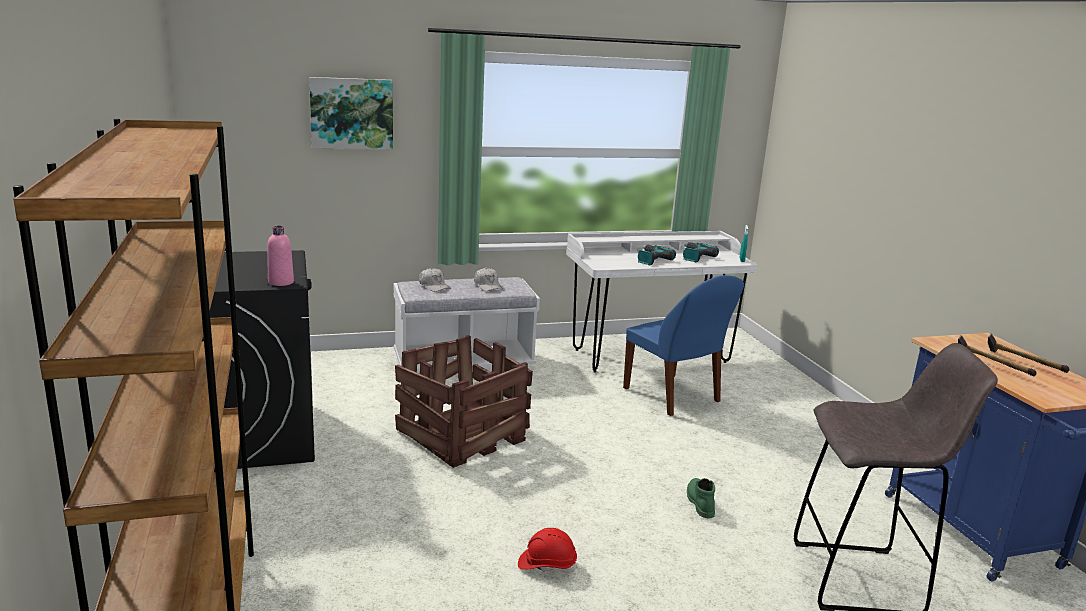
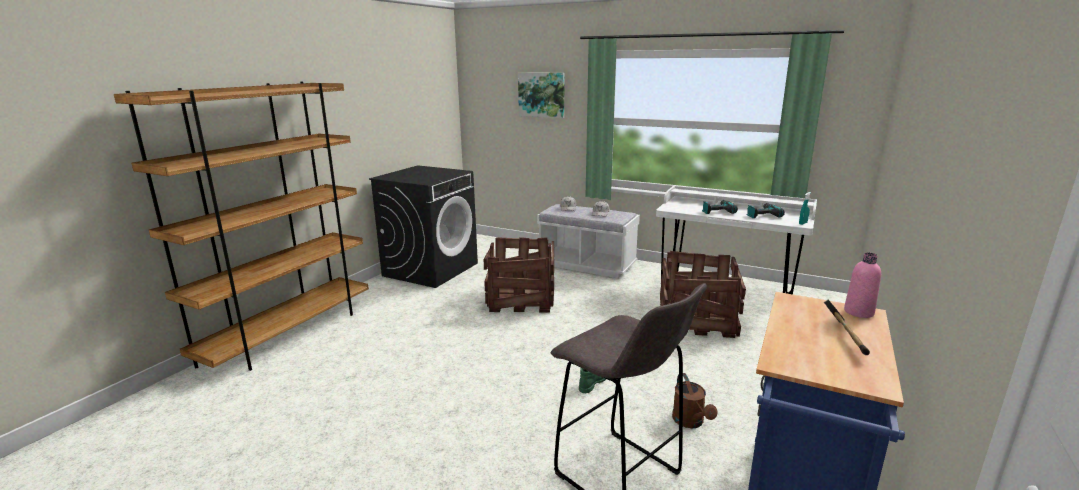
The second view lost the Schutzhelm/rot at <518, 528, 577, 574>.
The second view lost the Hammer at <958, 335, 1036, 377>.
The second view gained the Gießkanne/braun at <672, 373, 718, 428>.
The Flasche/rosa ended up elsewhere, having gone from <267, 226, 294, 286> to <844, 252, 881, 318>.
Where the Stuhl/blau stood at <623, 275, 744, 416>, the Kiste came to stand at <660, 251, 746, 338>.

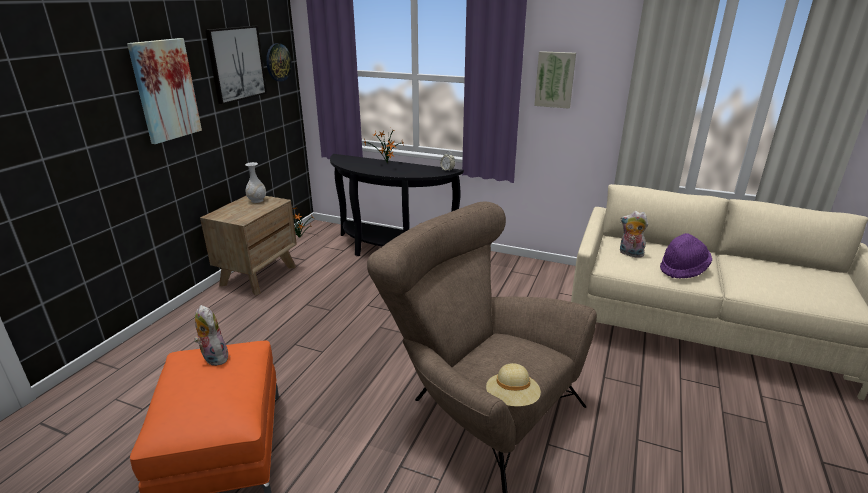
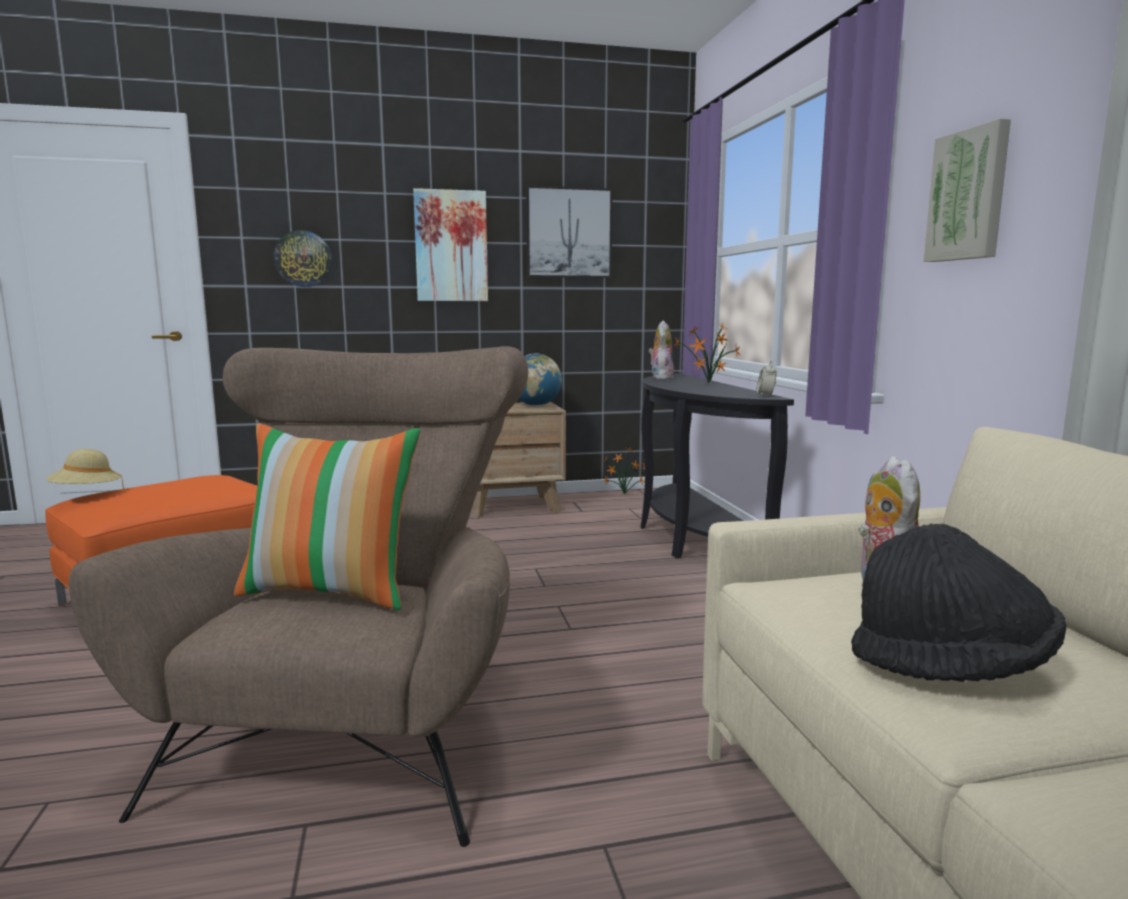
The second view gained the Kissen at <234, 423, 421, 610>.
The Plüschtier ended up elsewhere, having gone from <194, 305, 228, 366> to <649, 321, 674, 379>.
The Wanduhr ended up elsewhere, having gone from <266, 43, 292, 82> to <274, 230, 332, 287>.
The Hut/beige ended up elsewhere, having gone from <486, 363, 541, 406> to <46, 449, 124, 489>.
Where the Vase/weiß stood at <245, 162, 266, 203>, the Globus came to stand at <519, 354, 562, 406>.
What was the Hut/lila at <660, 233, 712, 278> turned into the Hut/schwarz at <851, 523, 1066, 682>.

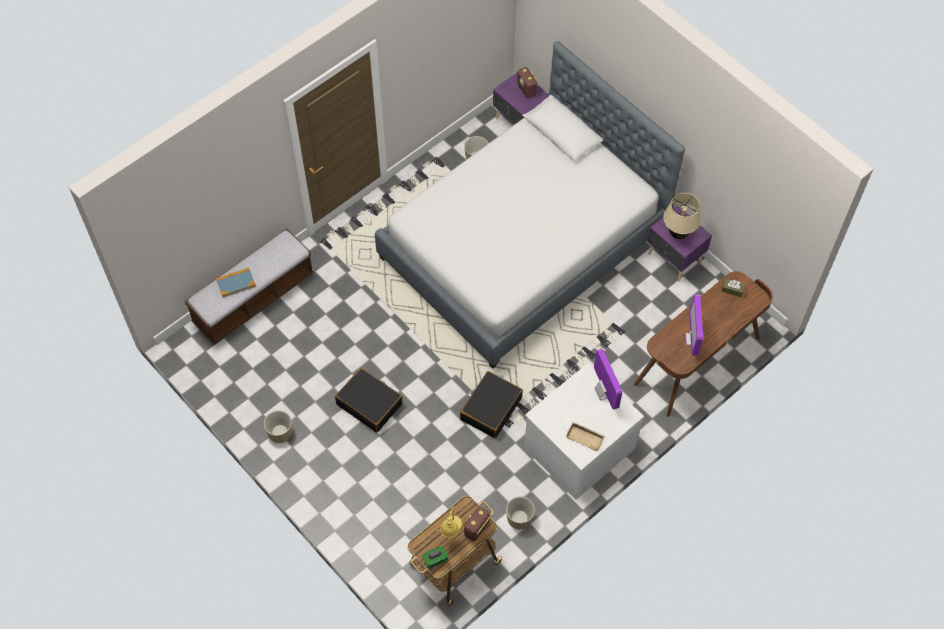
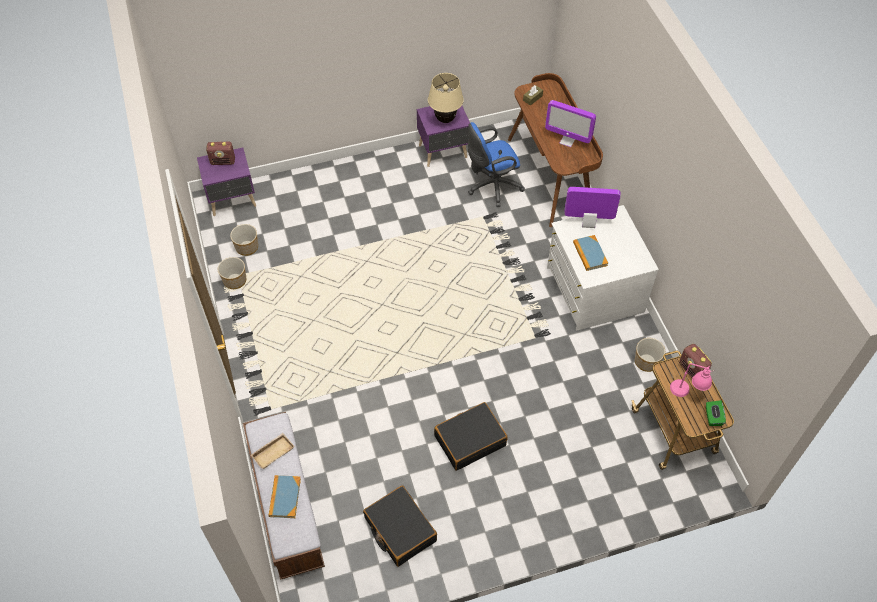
The second view lost the Bett at <375, 41, 685, 369>.
The second view gained the Bürostuhl/blau at <468, 122, 525, 207>.
The second view gained the Buch at <573, 235, 608, 271>.
The Pflanzkübel ended up elsewhere, having gone from <264, 410, 292, 443> to <218, 257, 246, 289>.
The Koffer/schwarz ended up elsewhere, having gone from <460, 371, 523, 438> to <363, 485, 437, 567>.
The Tablett/beige ended up elsewhere, having gone from <566, 422, 605, 451> to <251, 433, 294, 469>.
What was the Tischlampe/gelb at <440, 507, 463, 538> turned into the Tischlampe/rosa at <670, 363, 714, 397>.

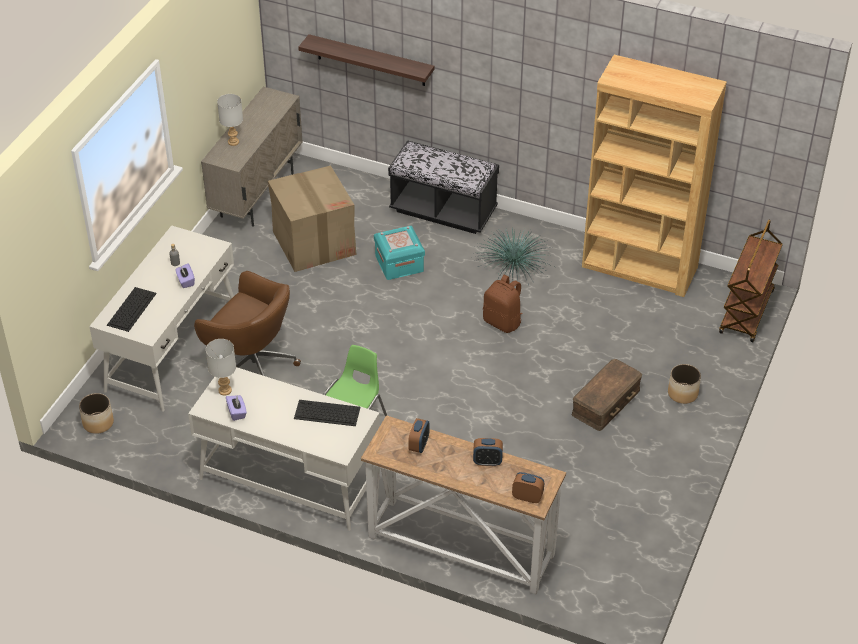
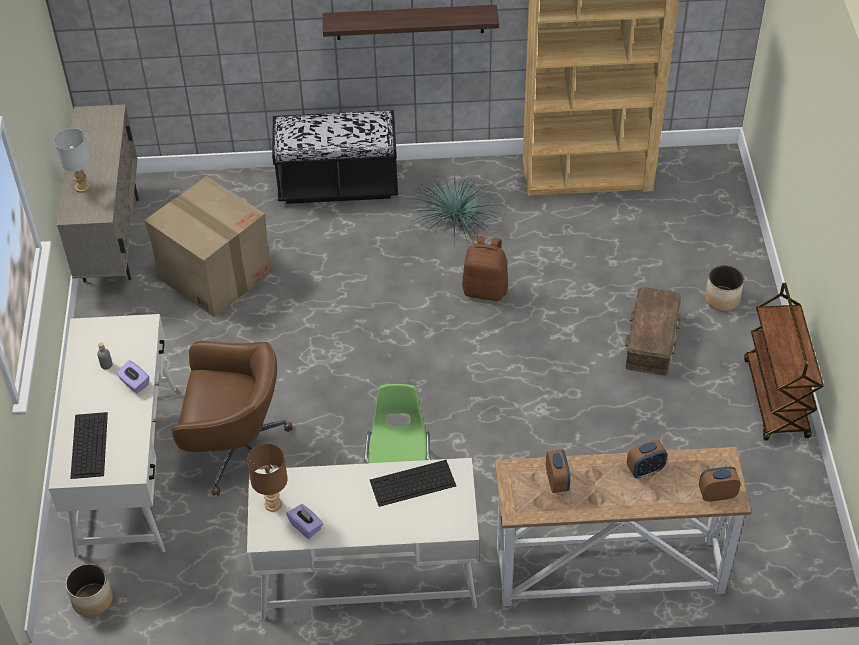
The second view lost the Aufbewahrungsbox/türkis at <374, 226, 425, 280>.
The Wandregal ended up elsewhere, having gone from <298, 34, 434, 86> to <323, 5, 499, 40>.
The Rollwagen/braun ended up elsewhere, having gone from <719, 220, 783, 342> to <744, 283, 824, 441>.
What was the Tischlampe/grau at <206, 339, 236, 396> turned into the Tischlampe/braun at <247, 444, 288, 512>.

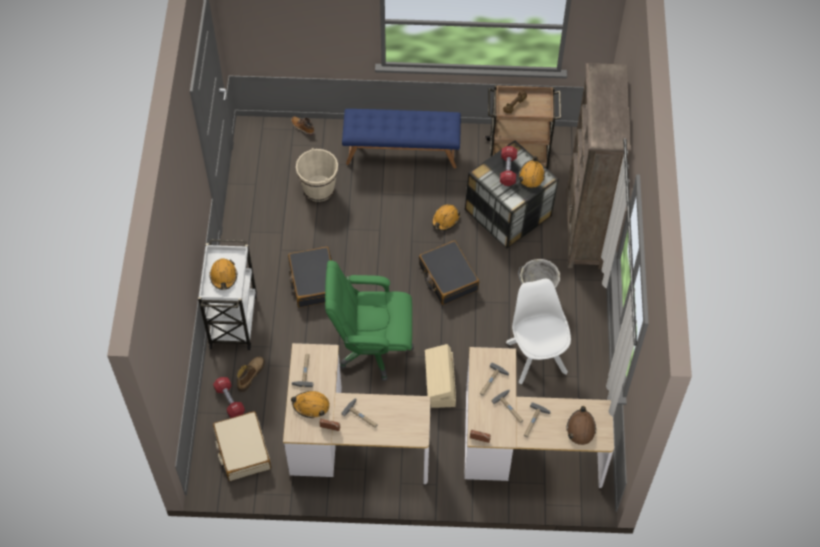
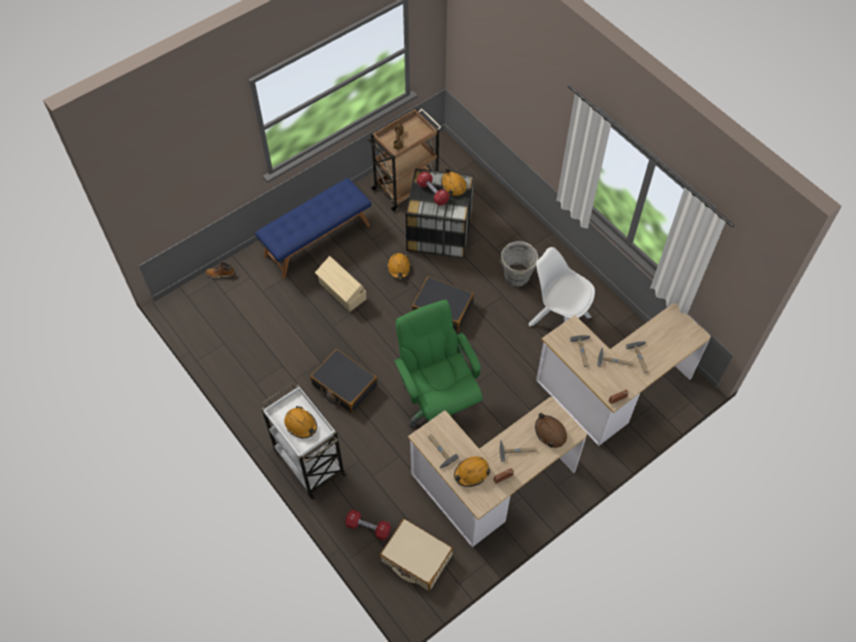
The second view lost the Stiefel at <236, 356, 265, 392>.
The second view lost the Eimer/beige at <296, 148, 338, 202>.
The second view lost the Bücherregal/braun at <566, 63, 631, 269>.
The Aufbewahrungsbox/beige ended up elsewhere, having gone from <425, 344, 456, 408> to <315, 256, 367, 312>.
The Schutzhelm/braun ended up elsewhere, having gone from <566, 406, 596, 445> to <535, 413, 567, 448>.
The Bürostuhl/grün at <325, 260, 414, 381> ended up facing another way, 105 degrees clockwise from before.

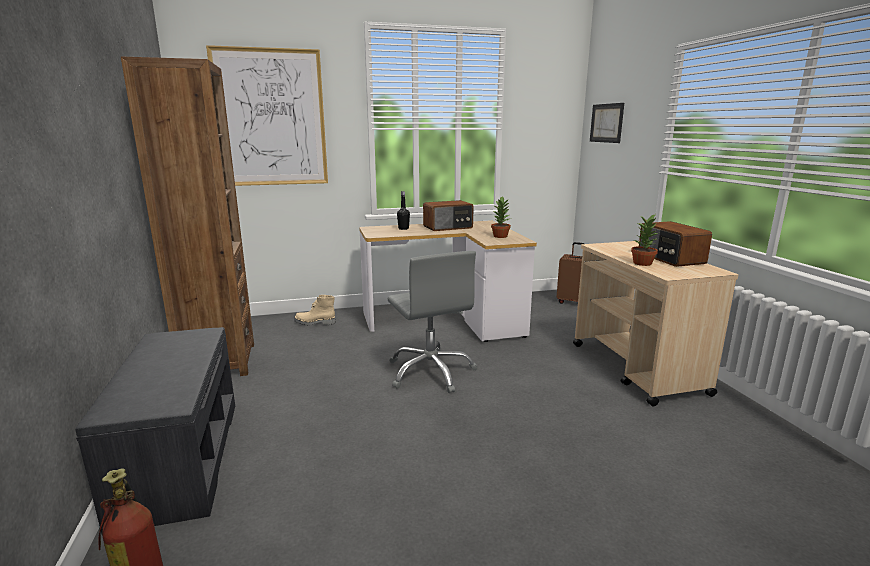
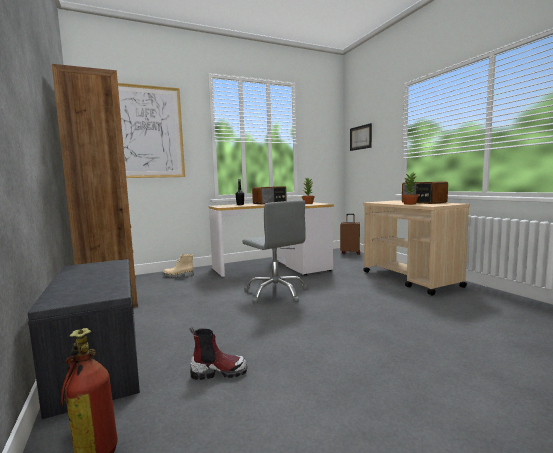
The second view gained the Stiefel at <190, 327, 247, 380>.

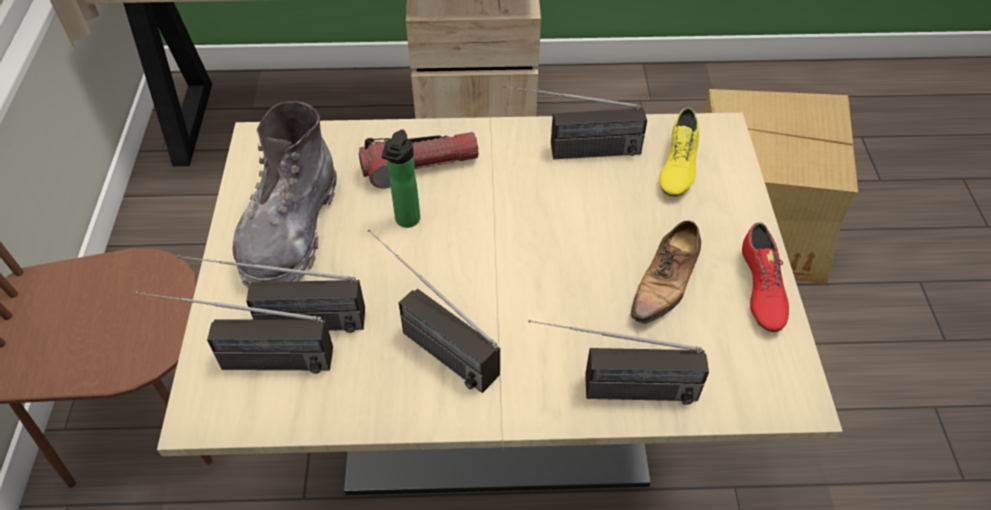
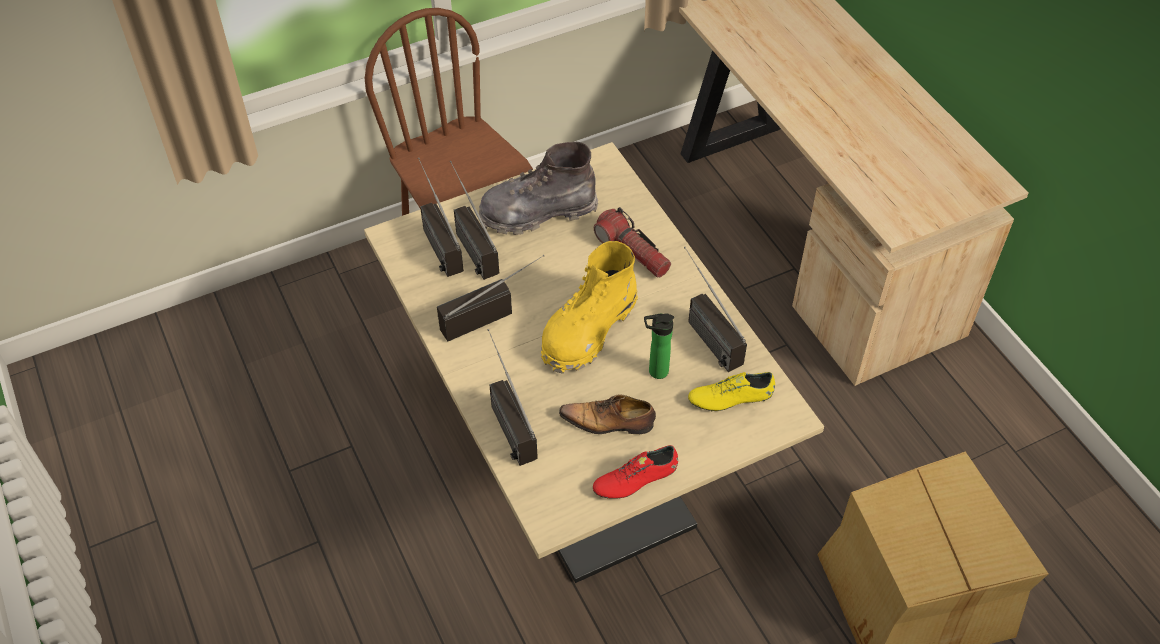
The second view gained the Stiefel/gelb at <541, 241, 638, 374>.
The Flasche ended up elsewhere, having gone from <382, 129, 420, 228> to <644, 313, 674, 379>.
The Radio at <367, 229, 500, 393> ended up facing another way, 45 degrees clockwise from before.

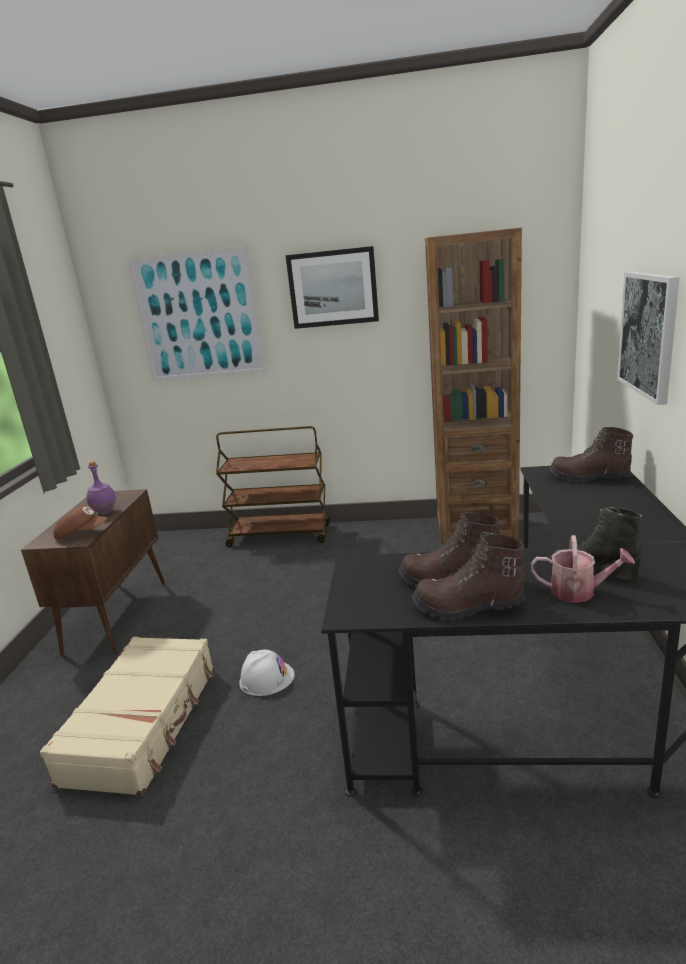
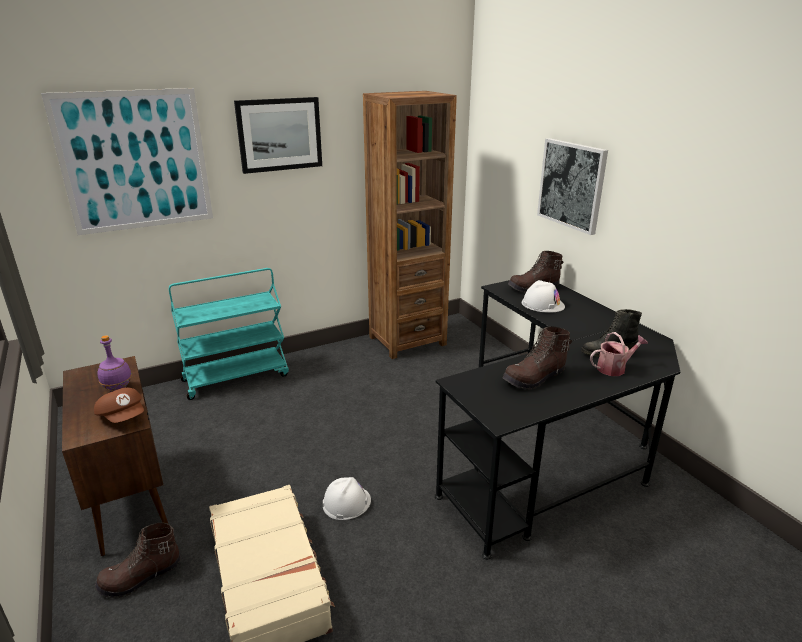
The second view gained the Schutzhelm/weiß at <521, 280, 565, 313>.
The Stiefel/braun ended up elsewhere, having gone from <412, 534, 525, 620> to <95, 523, 181, 598>.
What was the Rollwagen/braun at <216, 426, 330, 547> turned into the Rollwagen/türkis at <169, 268, 289, 400>.
The Kappe/braun at <53, 505, 108, 539> ended up facing another way, 75 degrees clockwise from before.

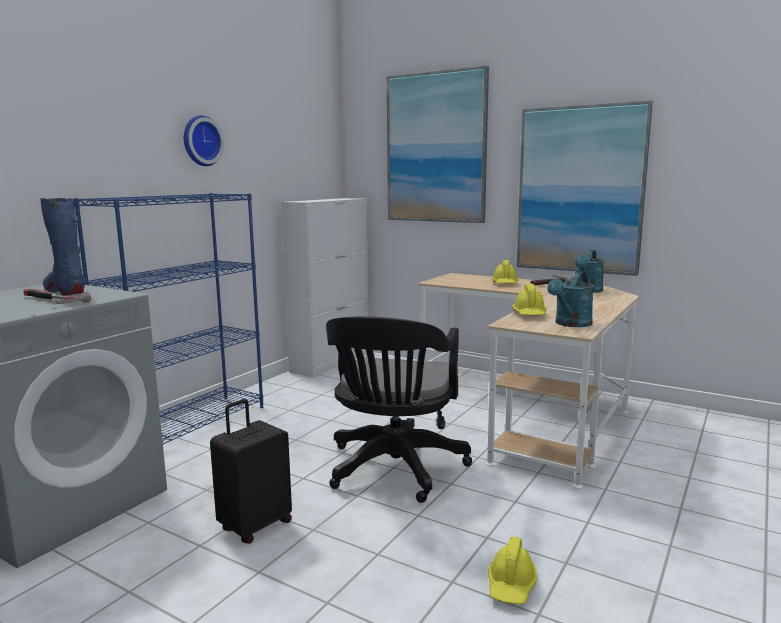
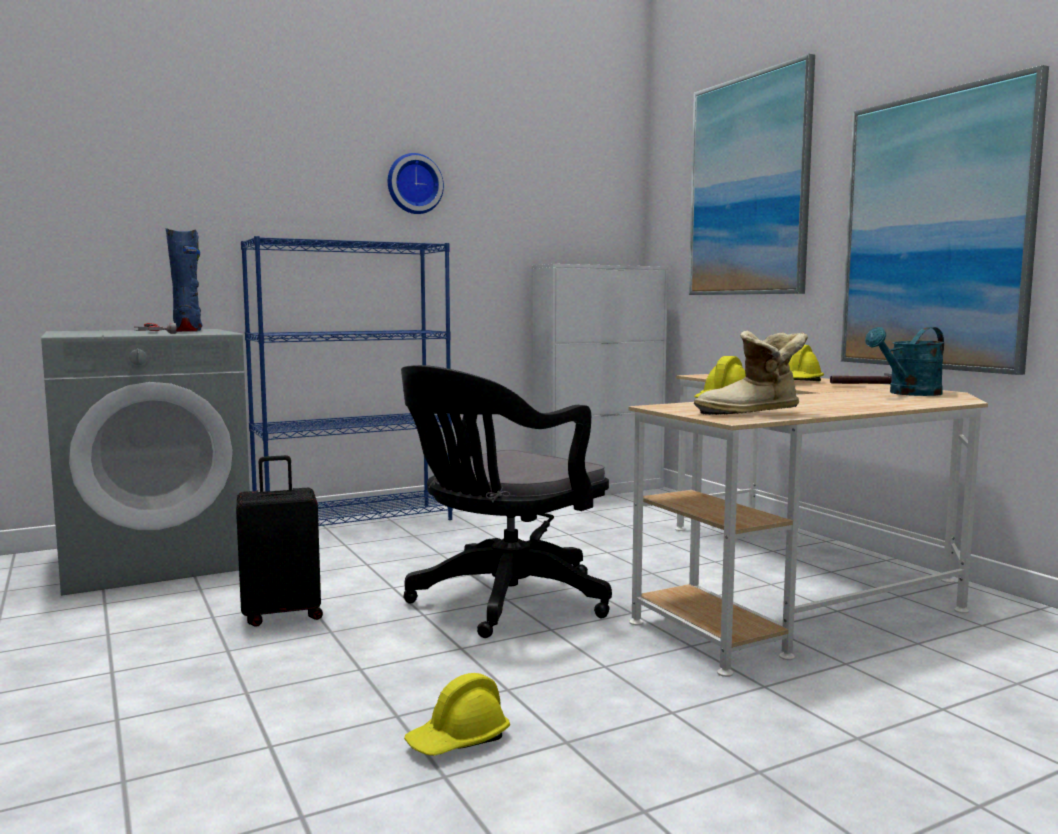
Where the Gießkanne/türkis stood at <547, 271, 594, 327>, the Stiefel came to stand at <694, 331, 808, 415>.

